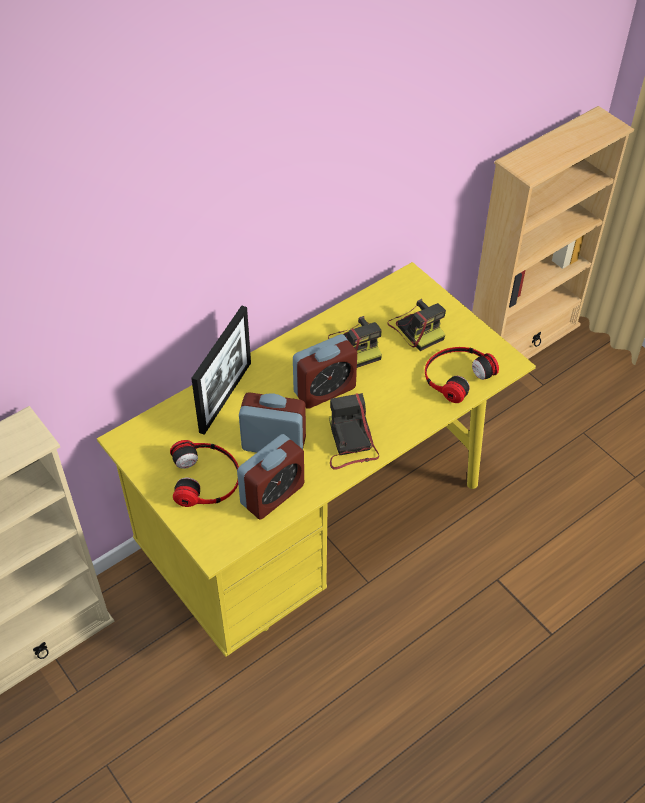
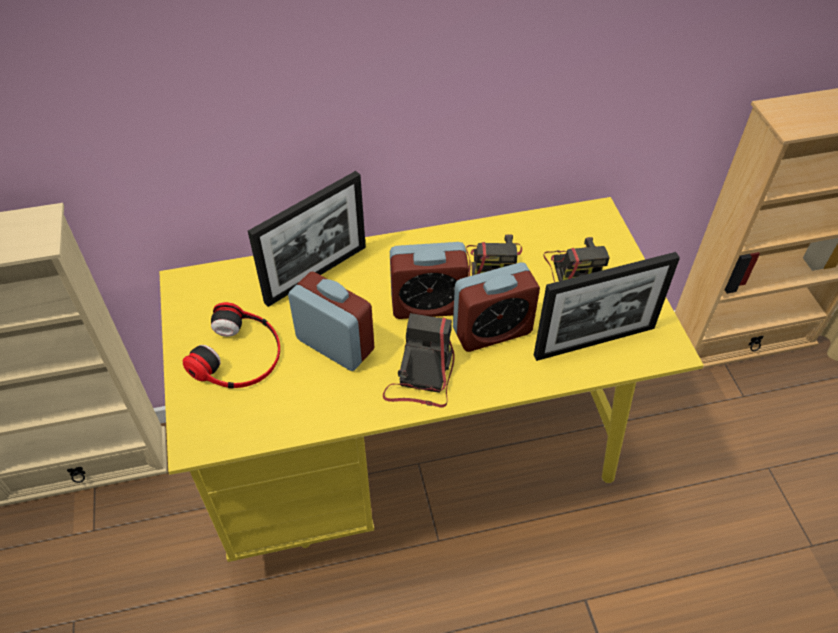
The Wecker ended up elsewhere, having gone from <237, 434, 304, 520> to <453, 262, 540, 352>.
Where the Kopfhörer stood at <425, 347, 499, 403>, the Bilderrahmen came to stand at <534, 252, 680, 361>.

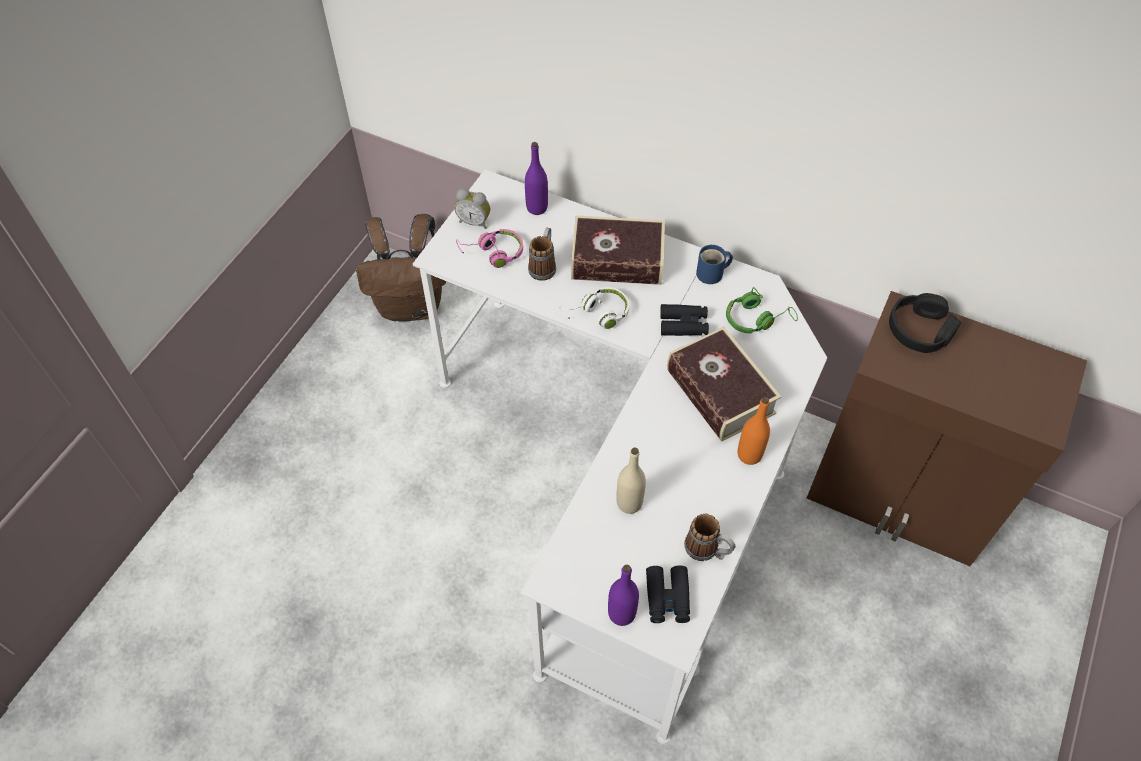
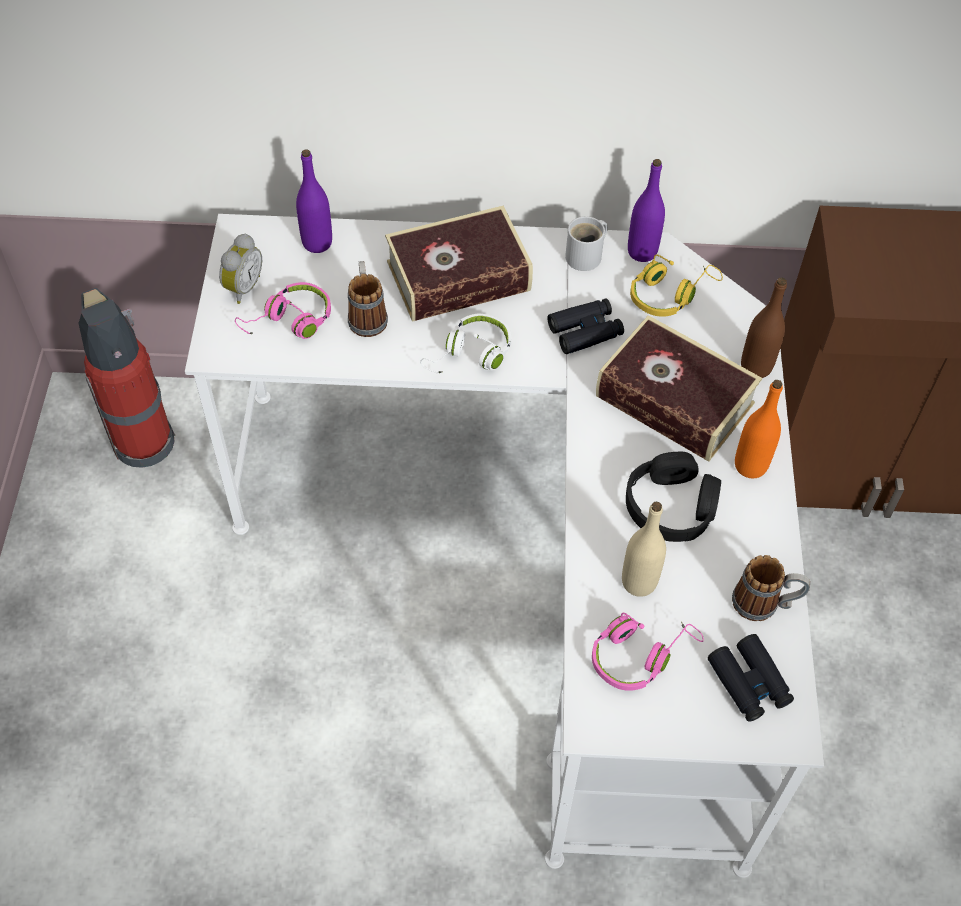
The second view gained the Kopfhörer/rosa at <592, 613, 704, 691>.
The second view gained the Flasche/braun at <741, 277, 787, 378>.
The Flasche/lila ended up elsewhere, having gone from <608, 564, 639, 626> to <628, 159, 665, 262>.
The Kopfhörer/schwarz ended up elsewhere, having gone from <889, 293, 961, 353> to <626, 452, 721, 542>.
Where the Rucksack/braun stood at <356, 214, 446, 321>, the Feuerlöscher came to stand at <79, 288, 175, 468>.
What was the Henkelbecher/blau at <696, 245, 733, 284> turned into the Henkelbecher/weiß at <565, 216, 608, 271>.
What was the Kopfhörer/grün at <726, 287, 798, 333> turned into the Kopfhörer/gelb at <630, 254, 723, 317>.
The Wecker at <454, 188, 490, 229> ended up facing another way, 60 degrees counterclockwise from before.

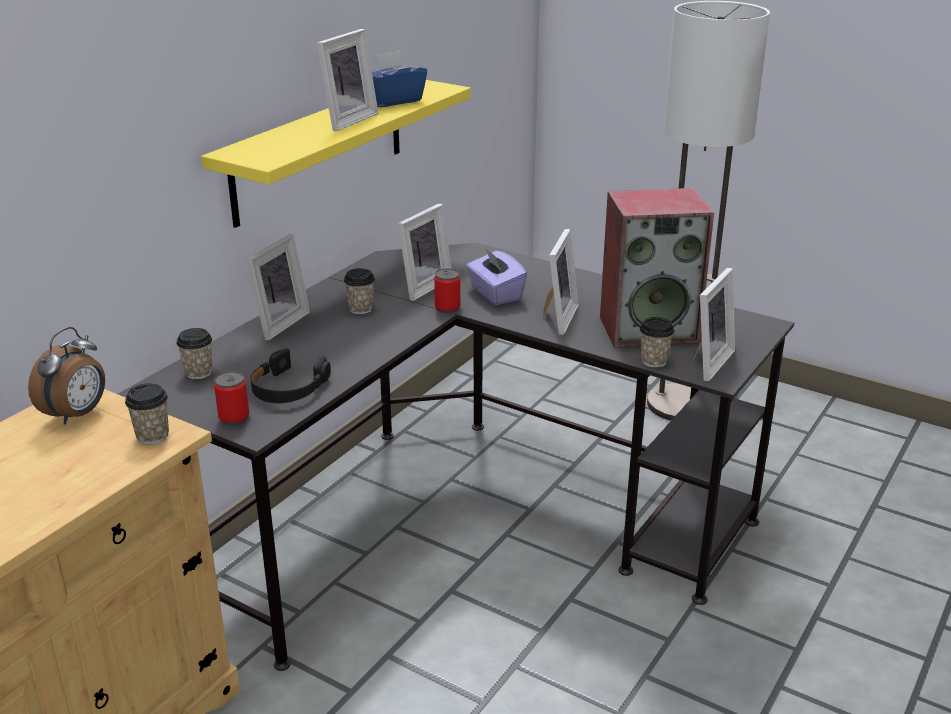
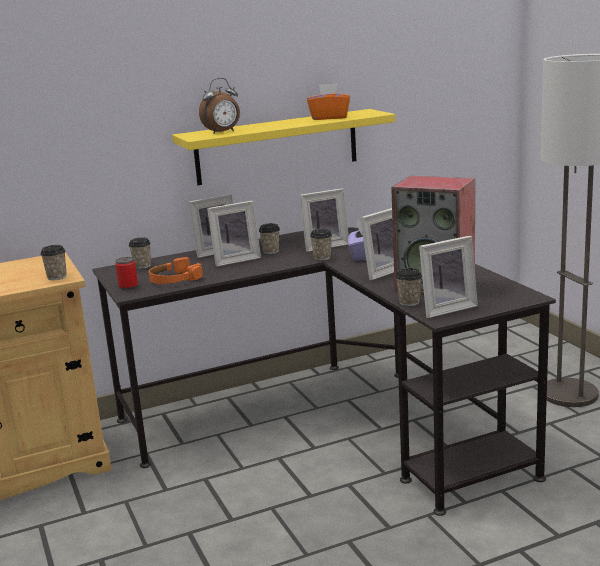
The Wecker ended up elsewhere, having gone from <28, 327, 105, 425> to <199, 78, 240, 134>.
The Bilderrahmen ended up elsewhere, having gone from <317, 29, 379, 131> to <207, 201, 261, 267>.
Where the Dose stood at <434, 268, 460, 313>, the Tasse came to stand at <310, 229, 332, 260>.
What was the Kopfhörer/schwarz at <251, 348, 331, 403> turned into the Kopfhörer/orange at <149, 257, 203, 284>.
What was the Taschentuchbox/blau at <372, 50, 427, 107> turned into the Taschentuchbox/orange at <307, 83, 350, 120>.

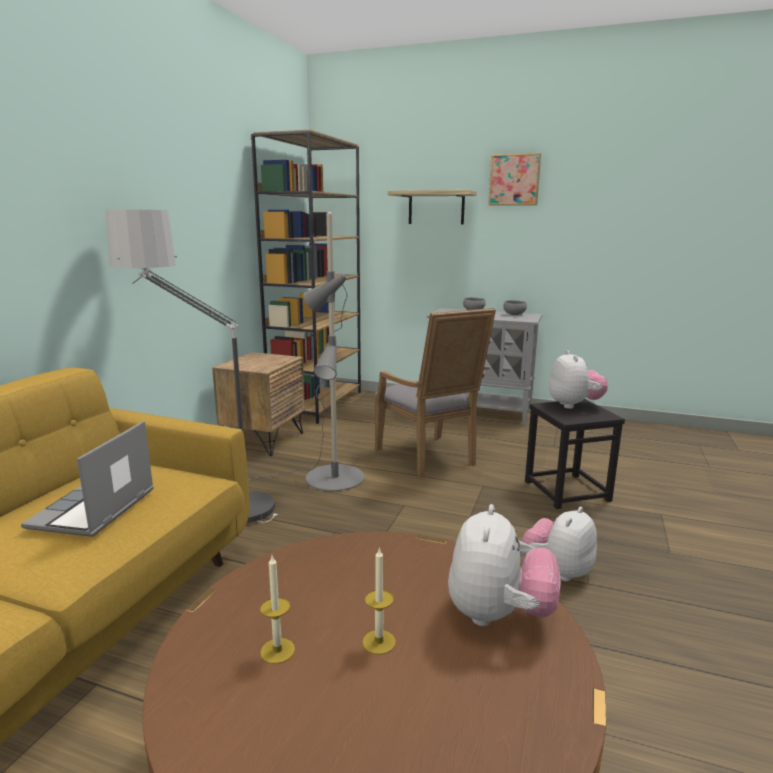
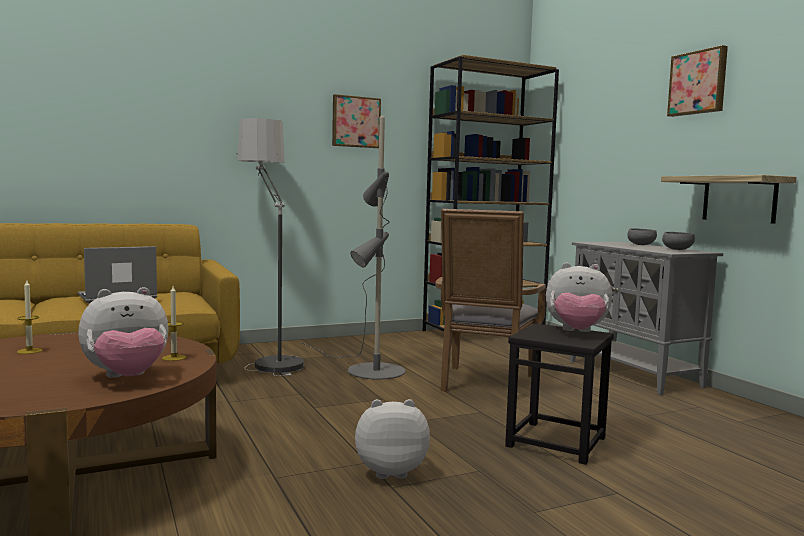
The second view lost the Nachttisch/braun at <212, 352, 305, 456>.
The second view gained the Bild at <332, 94, 381, 148>.
The Kerze ended up elsewhere, having gone from <362, 547, 396, 655> to <162, 286, 186, 361>.
The Wandregal ended up elsewhere, having gone from <388, 190, 477, 225> to <661, 175, 796, 224>.
The Plüschtier at <549, 350, 607, 409> ended up facing another way, 60 degrees clockwise from before.

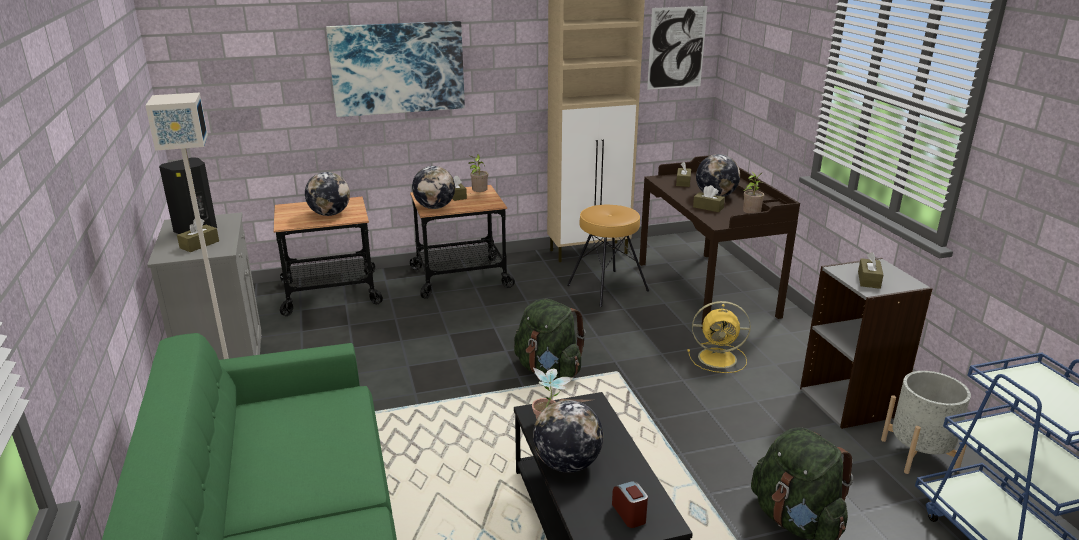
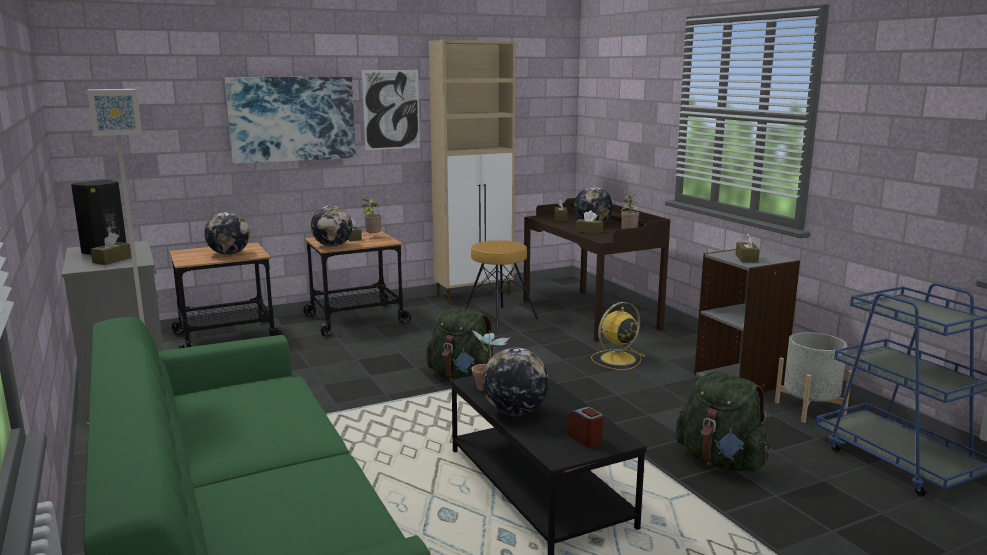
The Bild ended up elsewhere, having gone from <647, 6, 707, 90> to <362, 70, 420, 150>.
The Ventilator/gelb at <688, 301, 751, 373> ended up facing another way, 150 degrees clockwise from before.

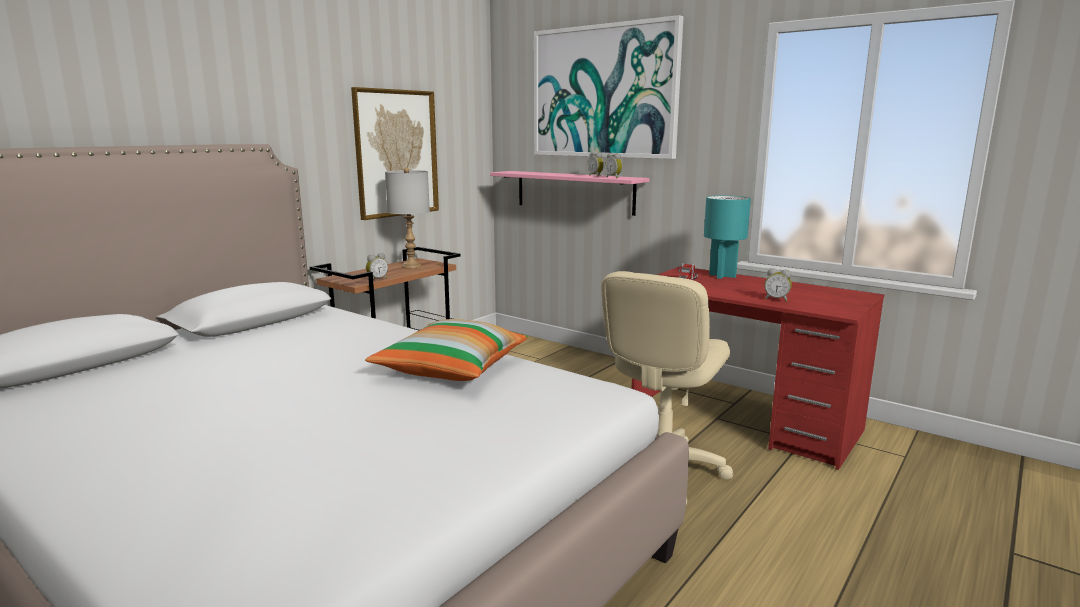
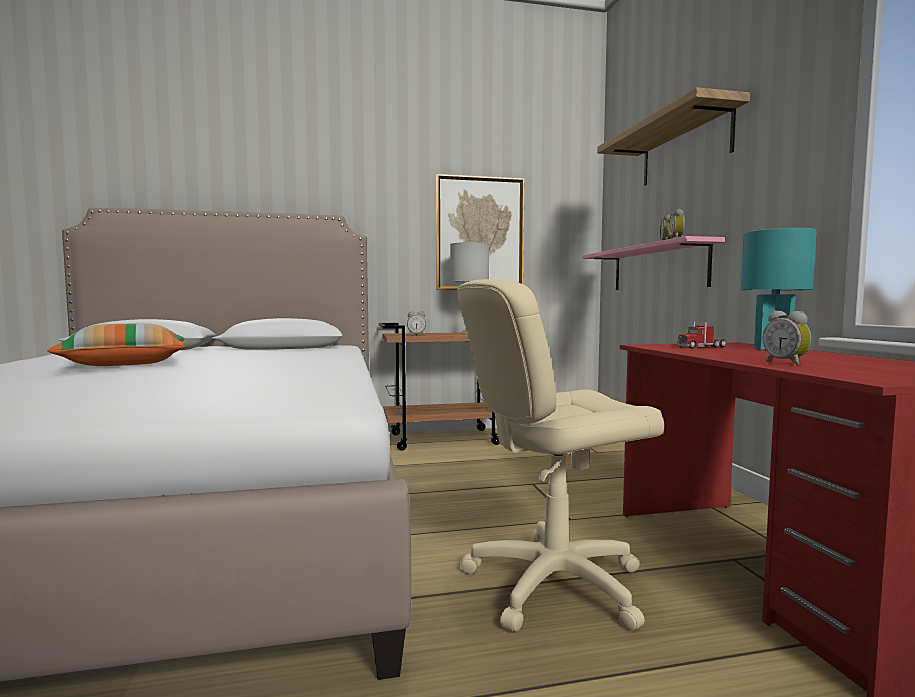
The Kissen ended up elsewhere, having gone from <365, 319, 528, 381> to <47, 323, 188, 366>.
Where the Bild hung at <534, 15, 684, 159>, the Wandregal came to hang at <597, 87, 750, 185>.

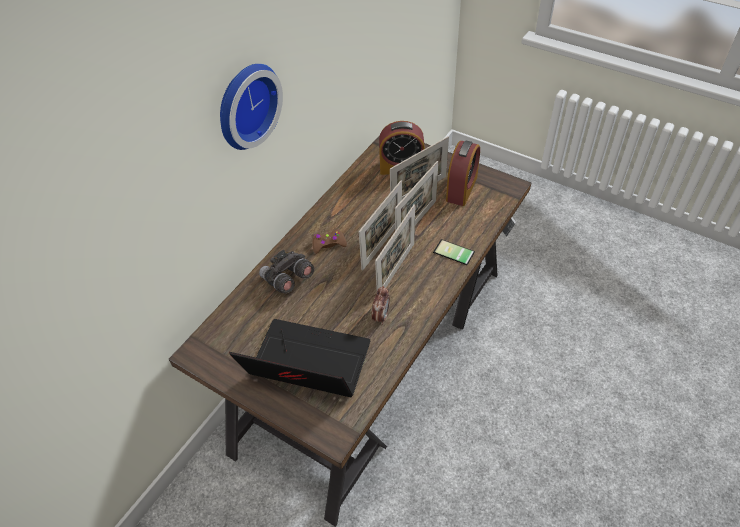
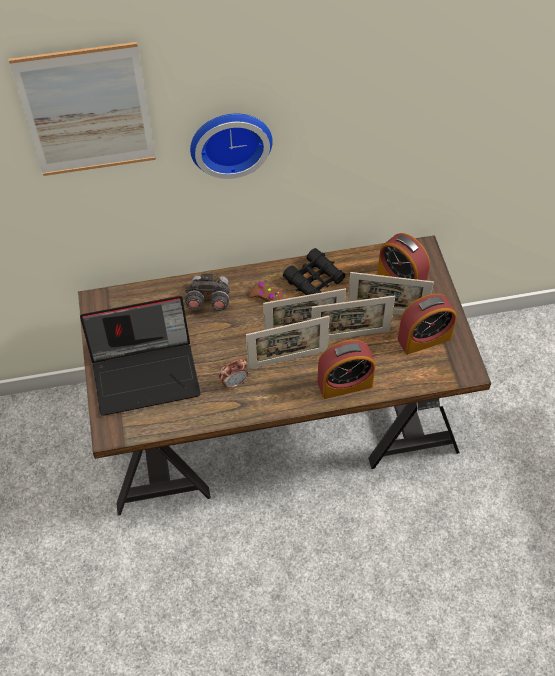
The second view gained the Bild at <9, 42, 156, 176>.
The second view gained the Fernglas/schwarz at <283, 248, 345, 295>.
Where the Handy stood at <433, 239, 475, 265>, the Wecker came to stand at <317, 340, 375, 399>.
The Laptop at <229, 319, 370, 397> ended up facing another way, 105 degrees clockwise from before.

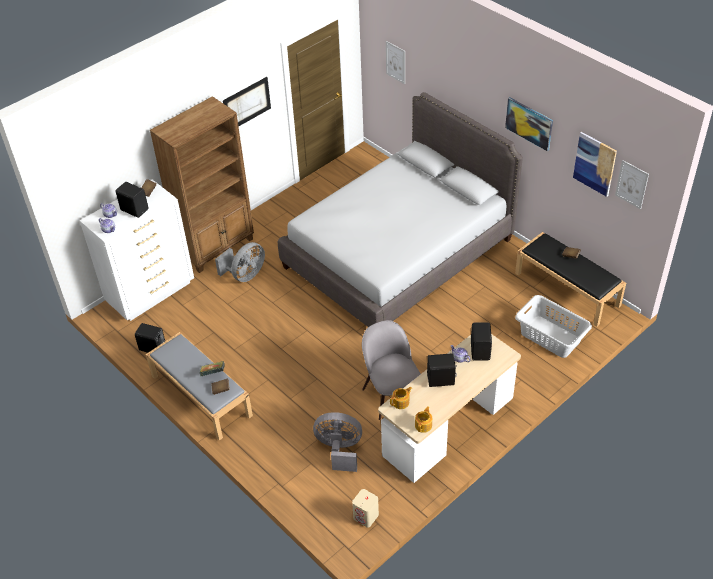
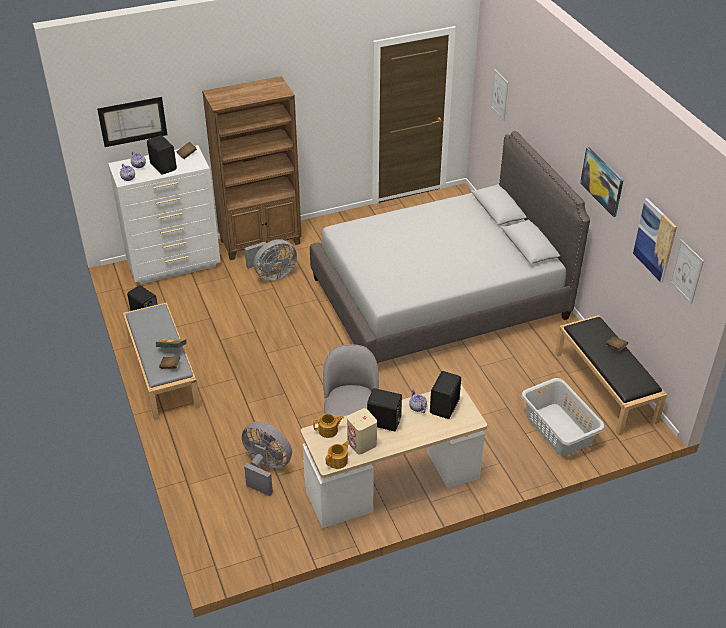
The Bild ended up elsewhere, having gone from <223, 77, 271, 126> to <97, 97, 167, 147>.
The Lautsprecher/beige ended up elsewhere, having gone from <352, 489, 379, 528> to <347, 408, 377, 454>.

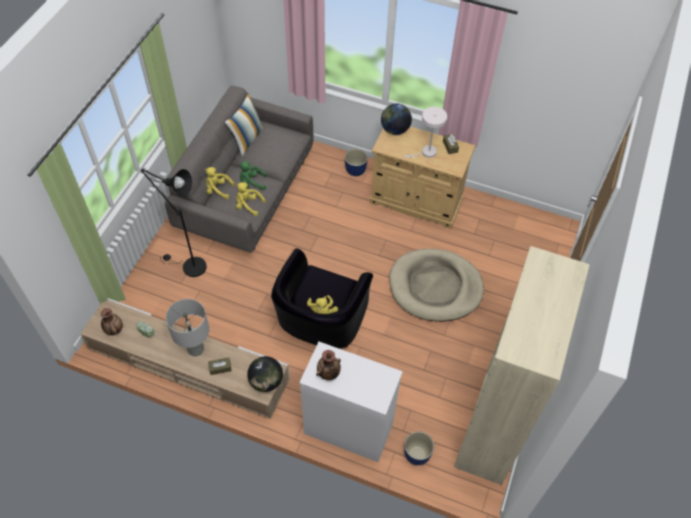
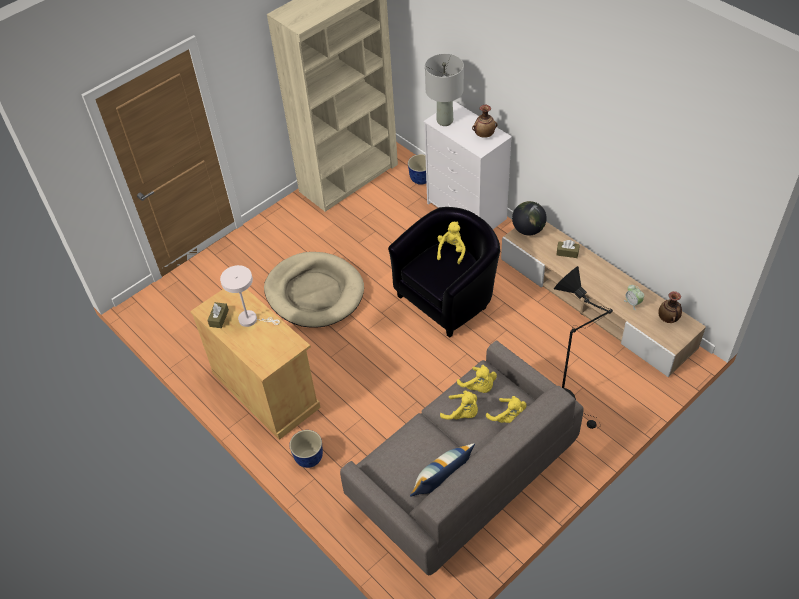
The second view lost the Globus at <381, 104, 412, 135>.
The Tischlampe/grau ended up elsewhere, having gone from <166, 299, 209, 356> to <425, 54, 464, 126>.
What was the Plüschtier/grün at <239, 161, 267, 190> turned into the Plüschtier/gelb at <440, 391, 478, 420>.

